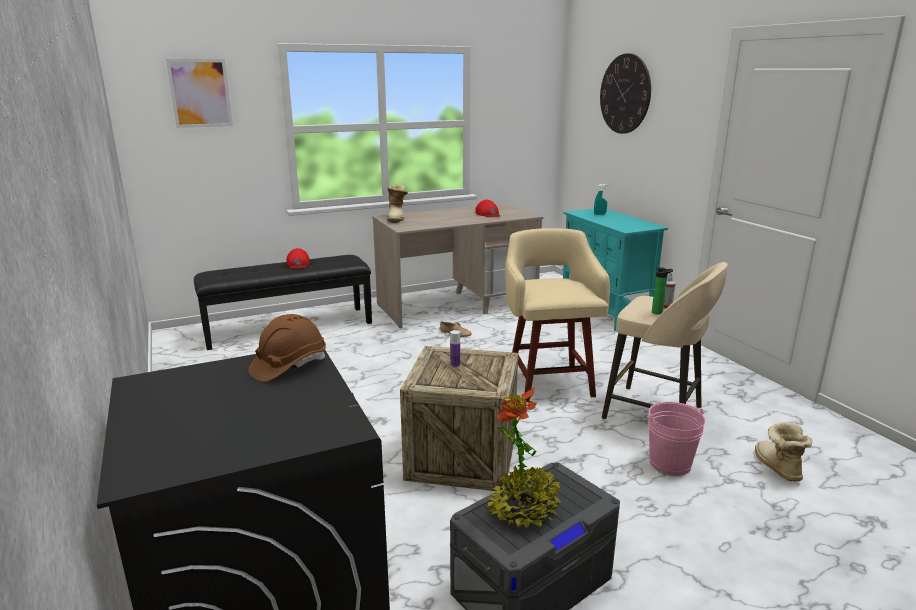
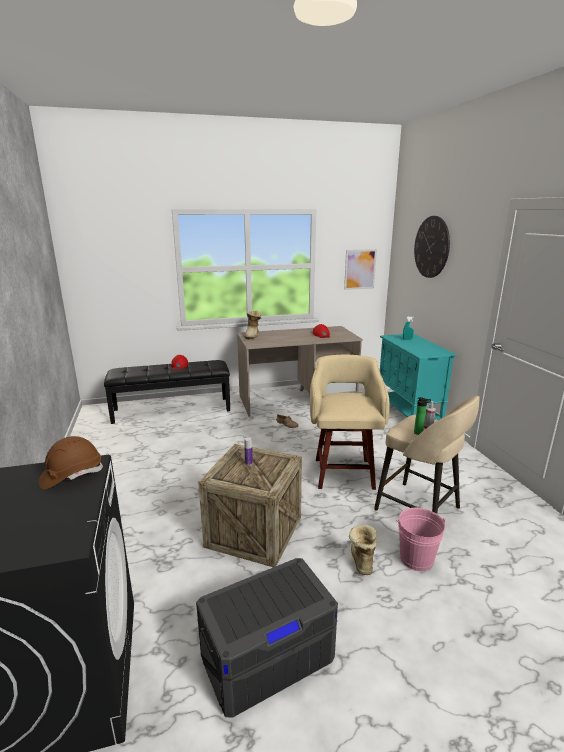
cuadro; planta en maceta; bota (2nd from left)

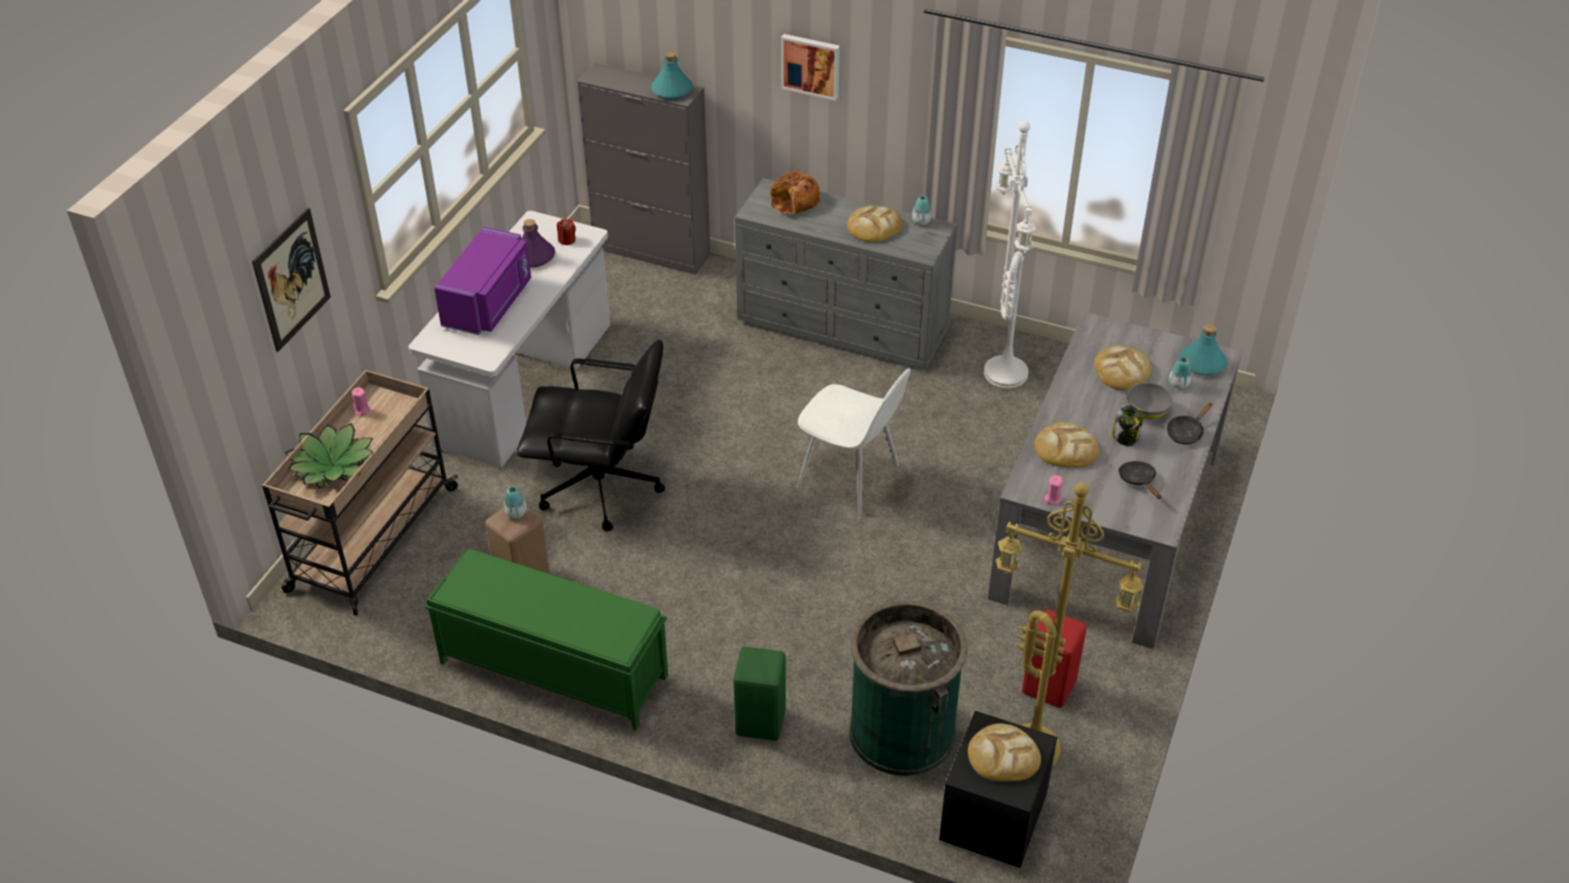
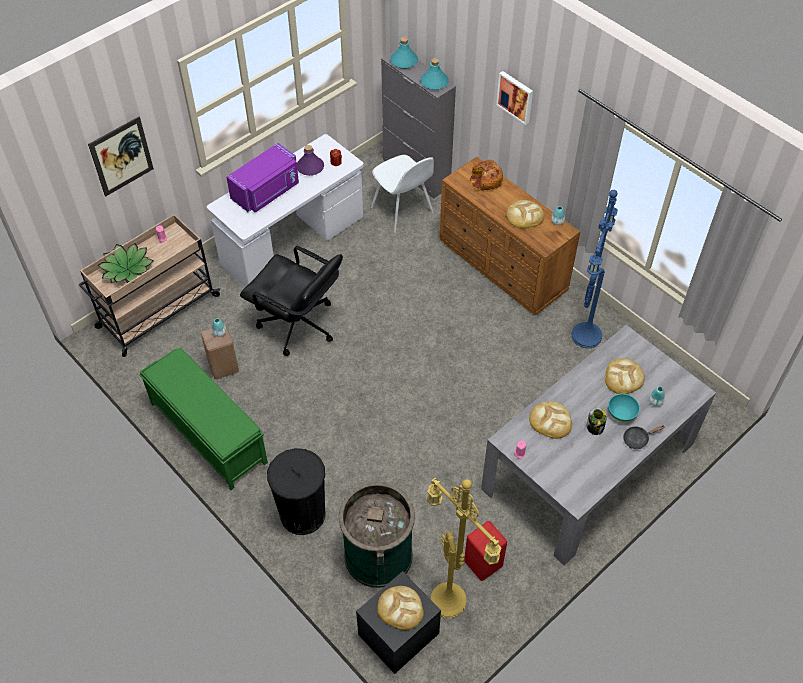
lámpara de pie/azul; cómoda/marrón; botella/turquesa (1st from left); silla/blanco; cuenco/turquesa; sartén/negro (1st from left in the first image); papelera/negro

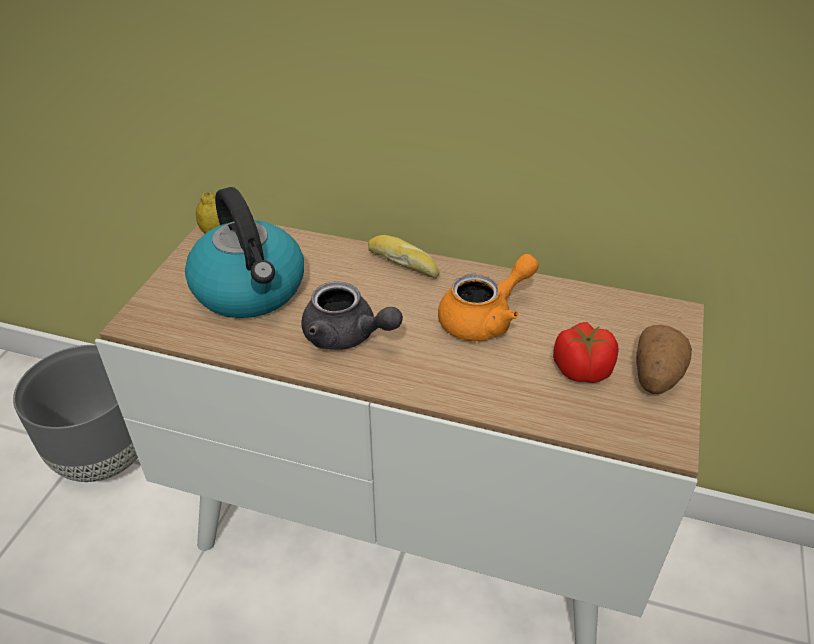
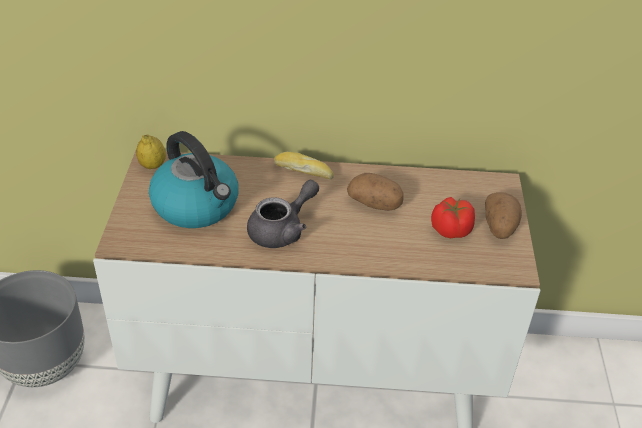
patata (1st from left); tetera/gris

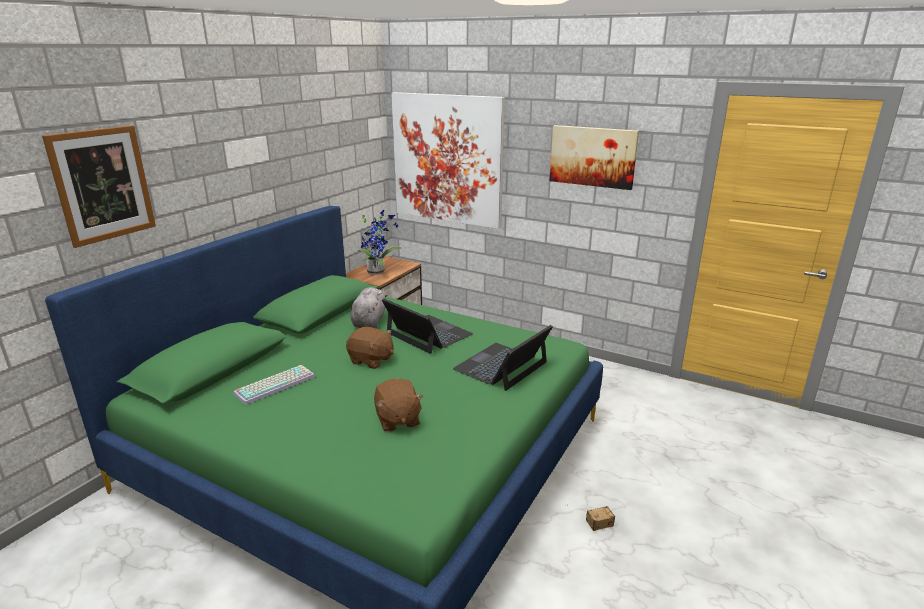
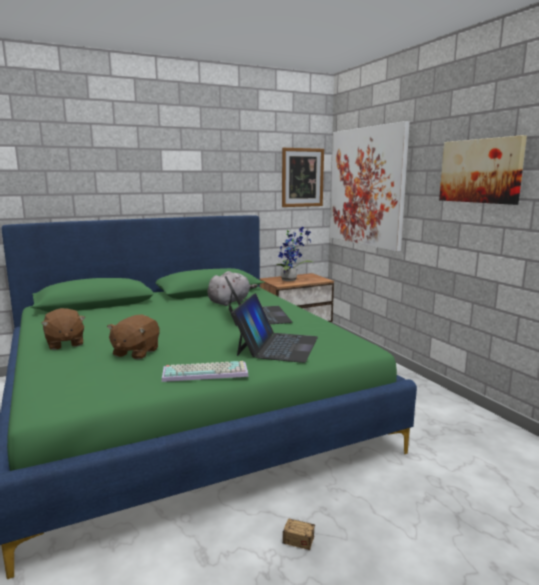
cuadro (1st from left); portátil (2nd from left); peluche/marrón (1st from left); teclado

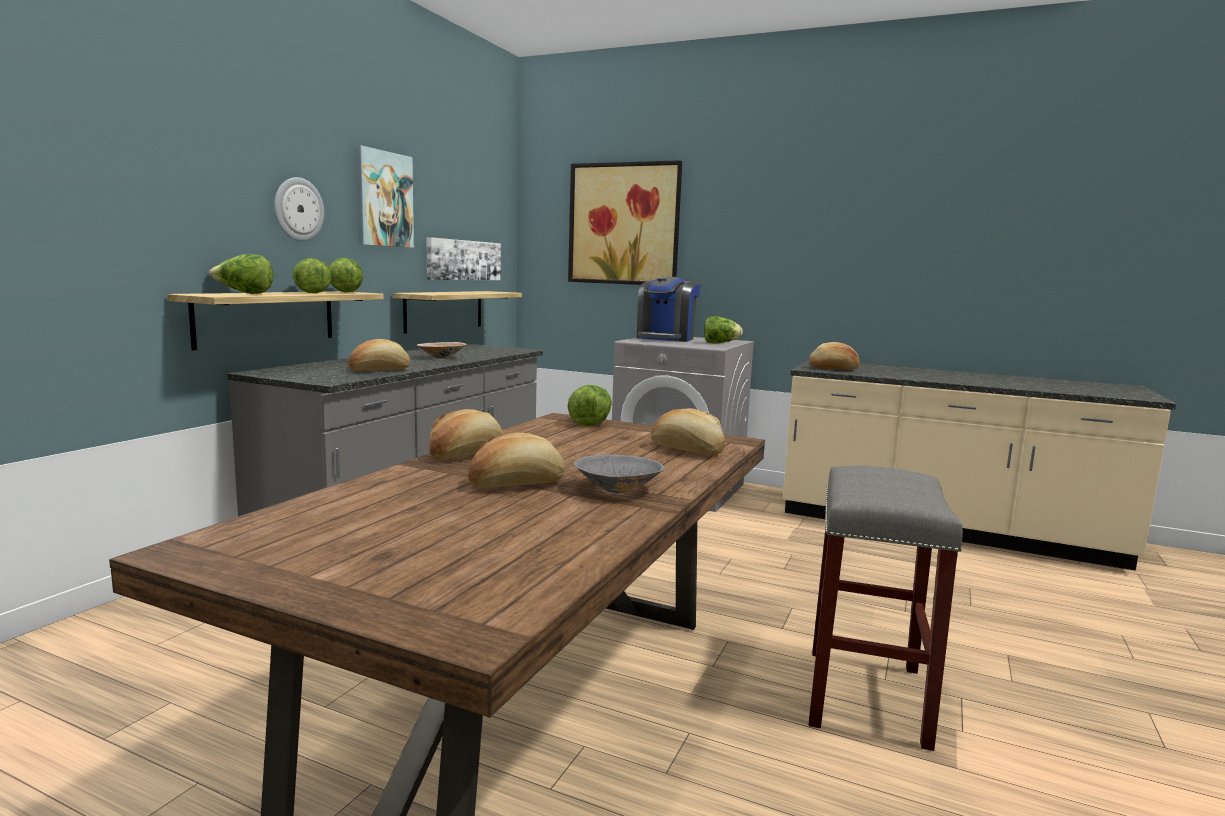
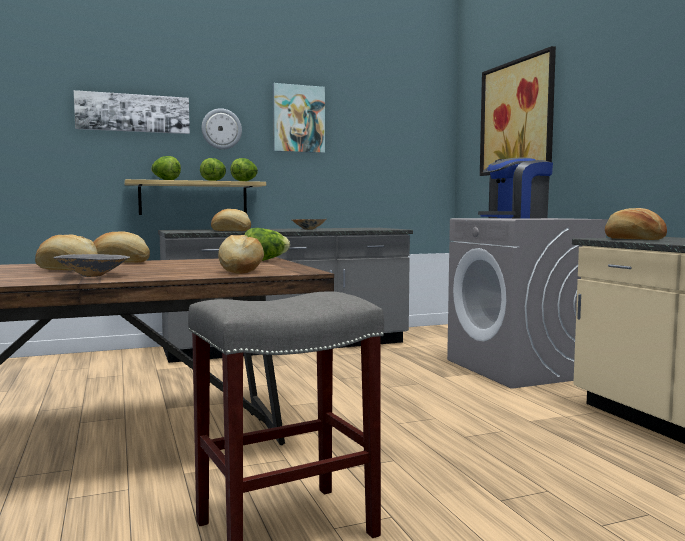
cuadro (1st from left); estante (2nd from left in the first image); lechuga (5th from left in the first image)

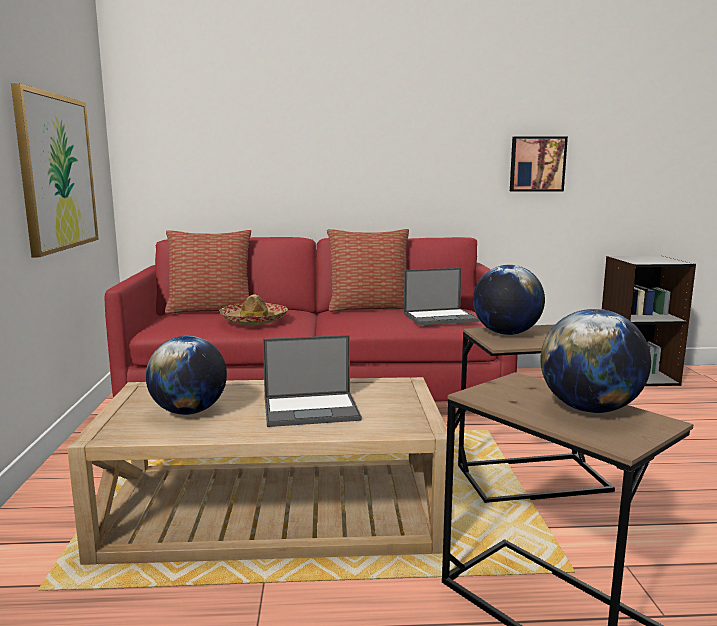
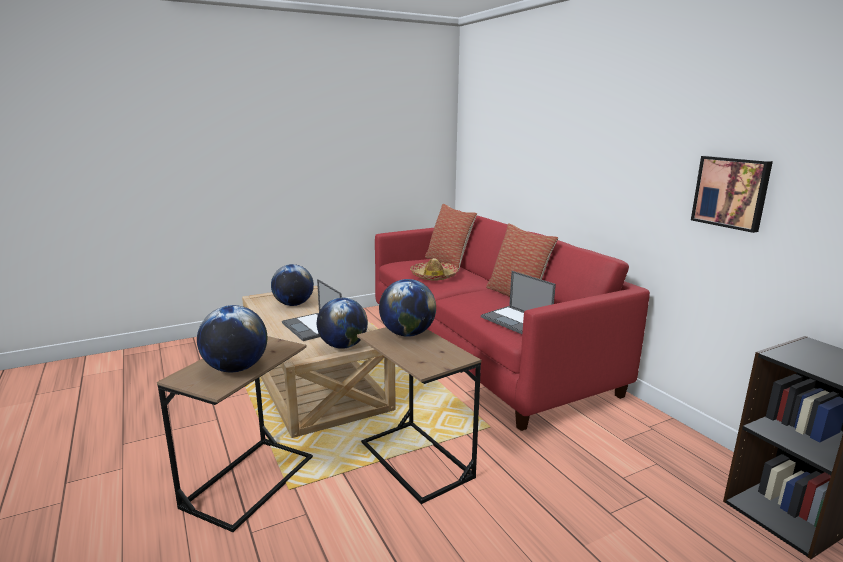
cuadro (1st from left in the first image); globo terráqueo (3rd from left)

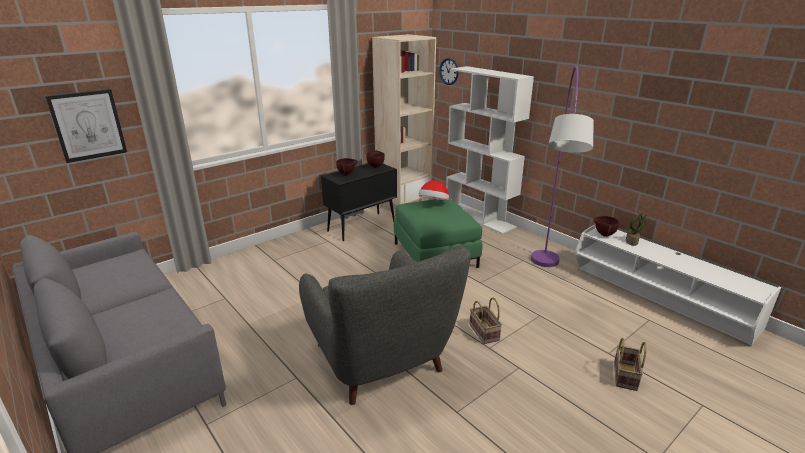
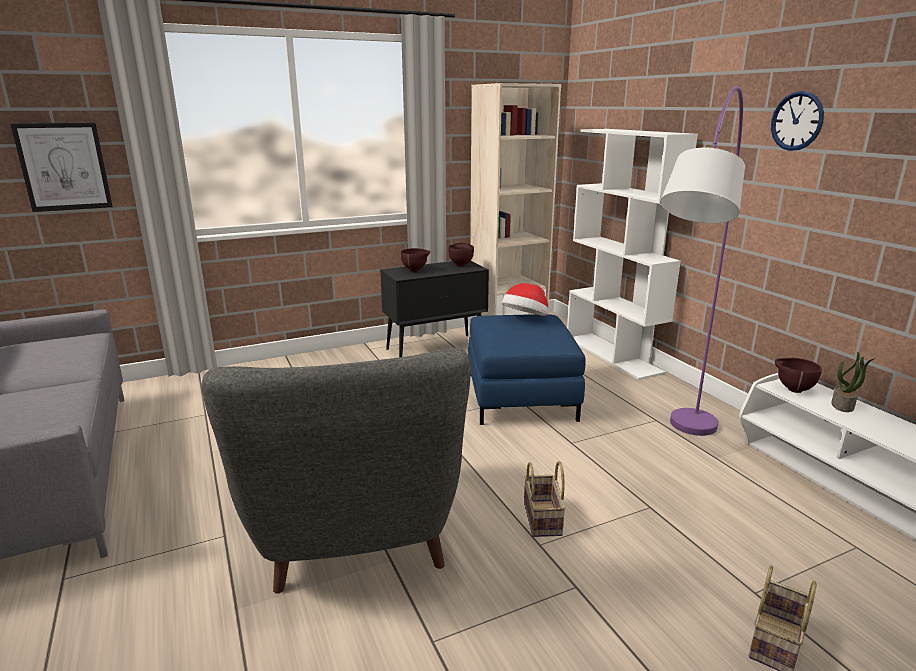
reloj de pared; puf/azul

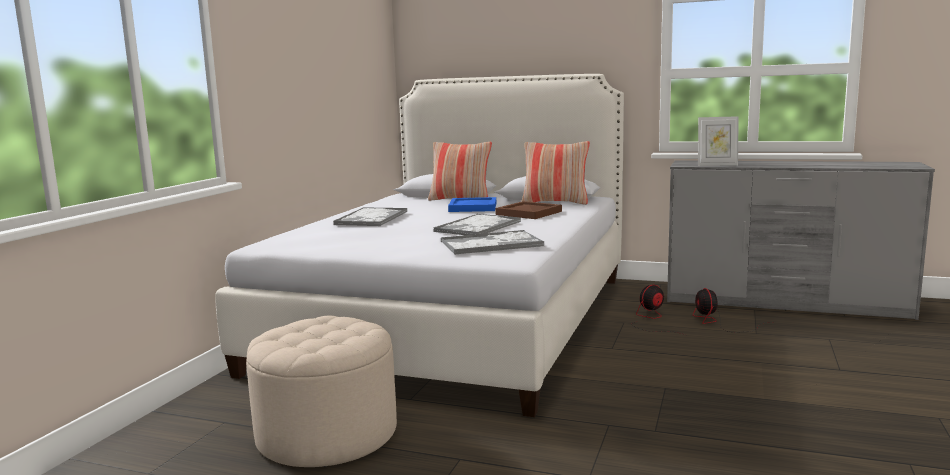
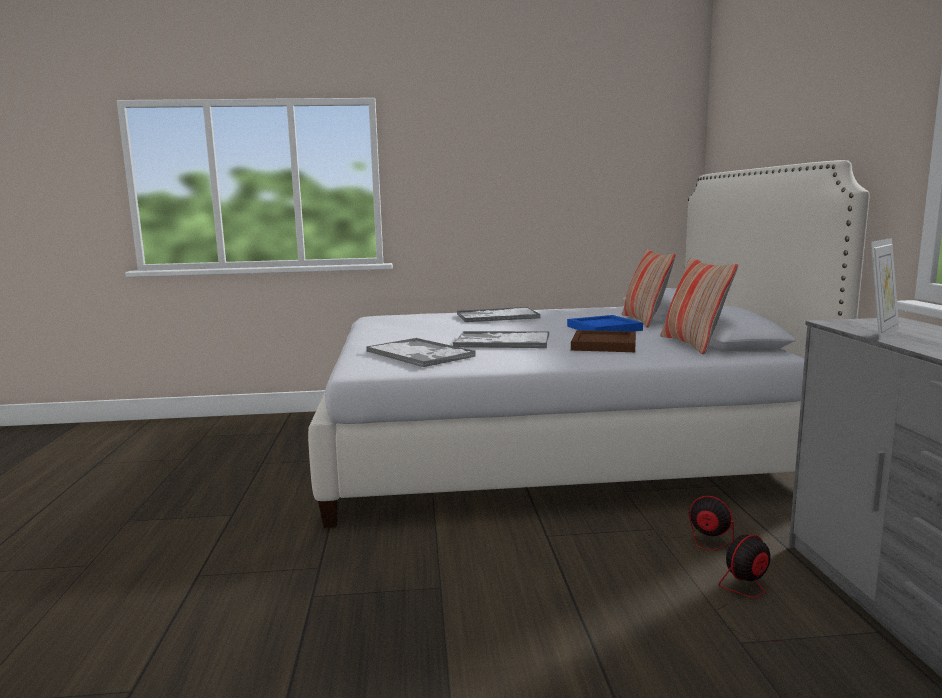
portarretratos; puf/beis

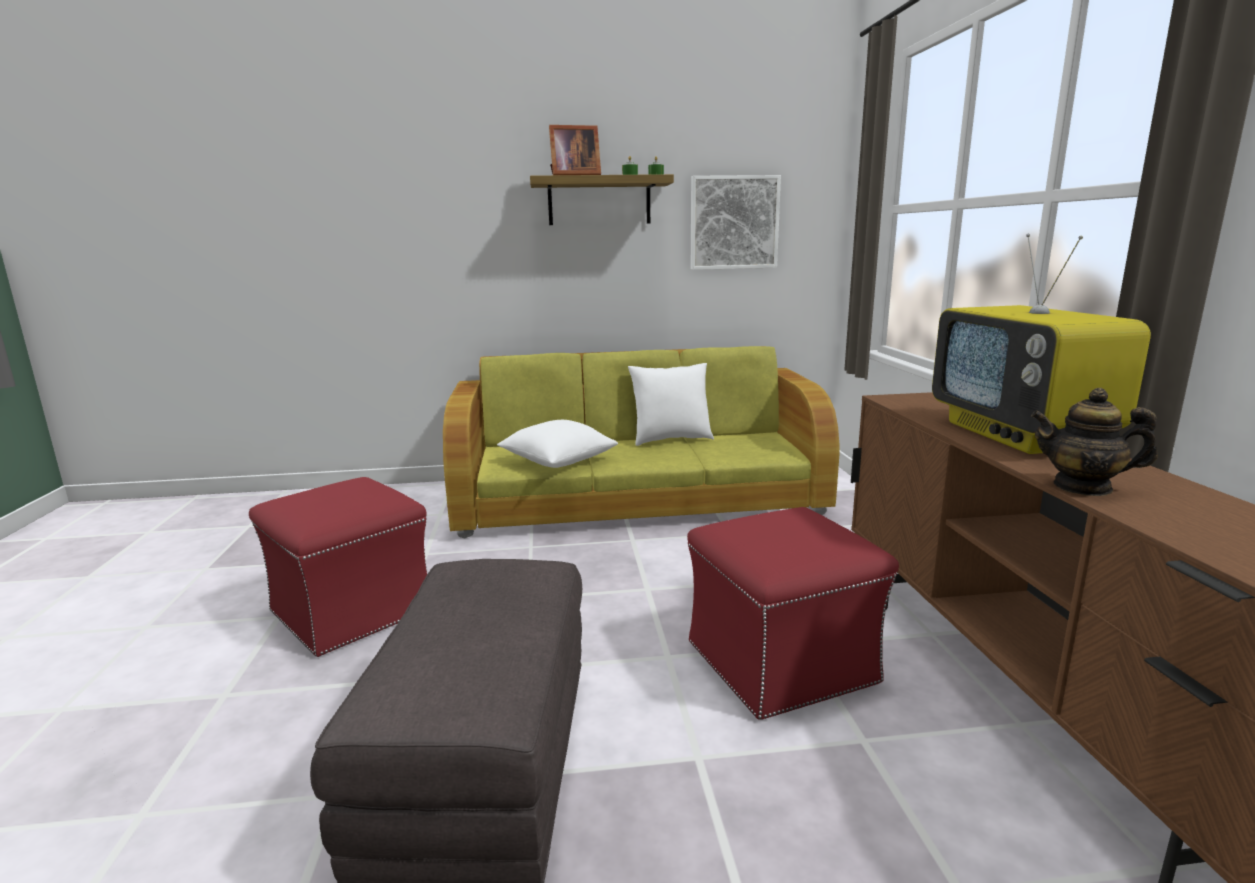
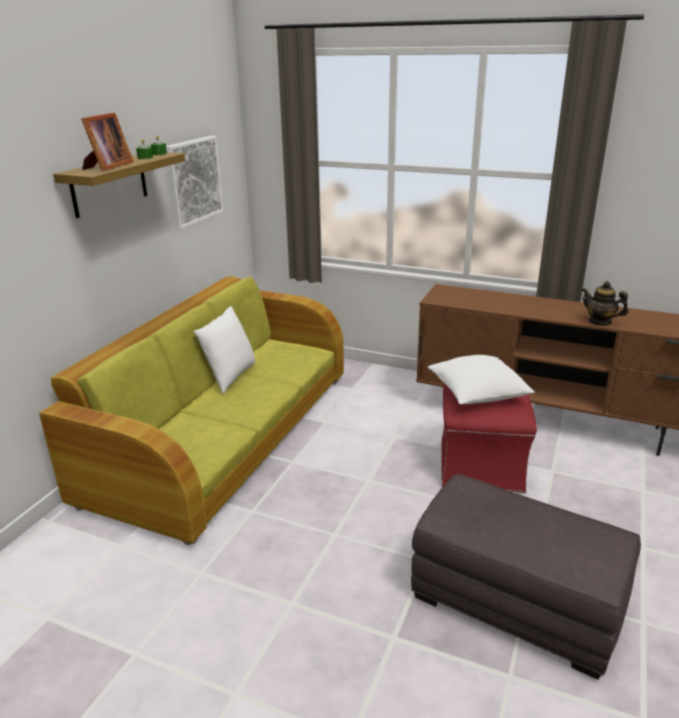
televisor; tetera; cojín/blanco (2nd from left); puf/rojo (1st from left in the first image)

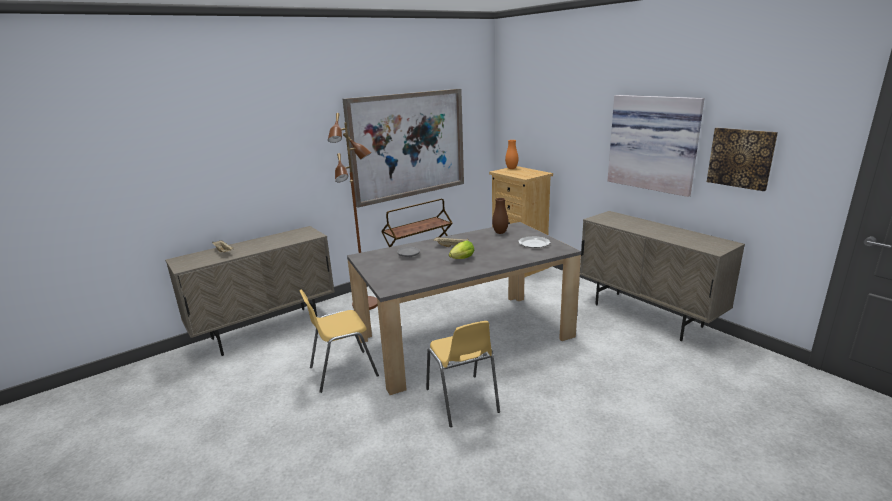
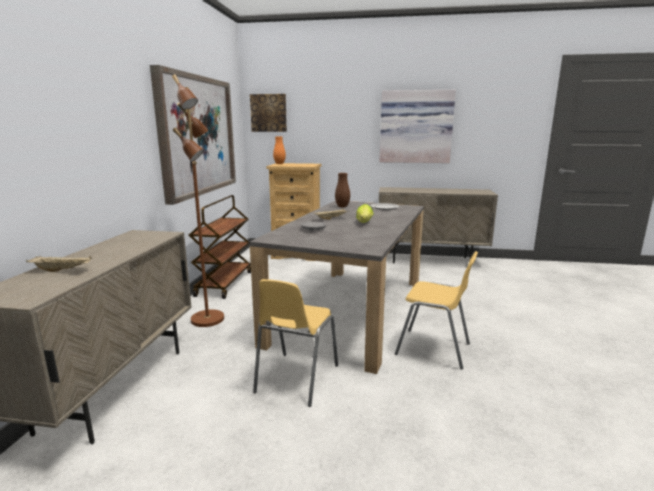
cuadro (2nd from left)

